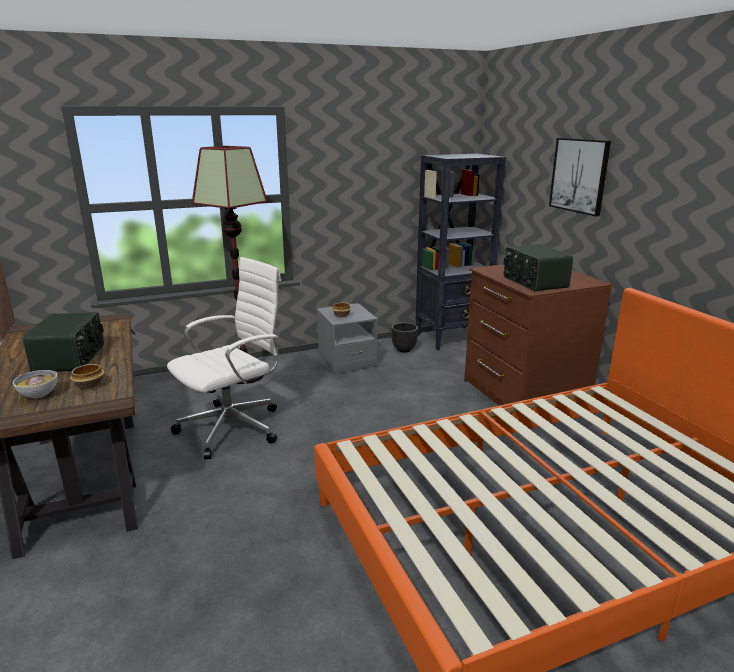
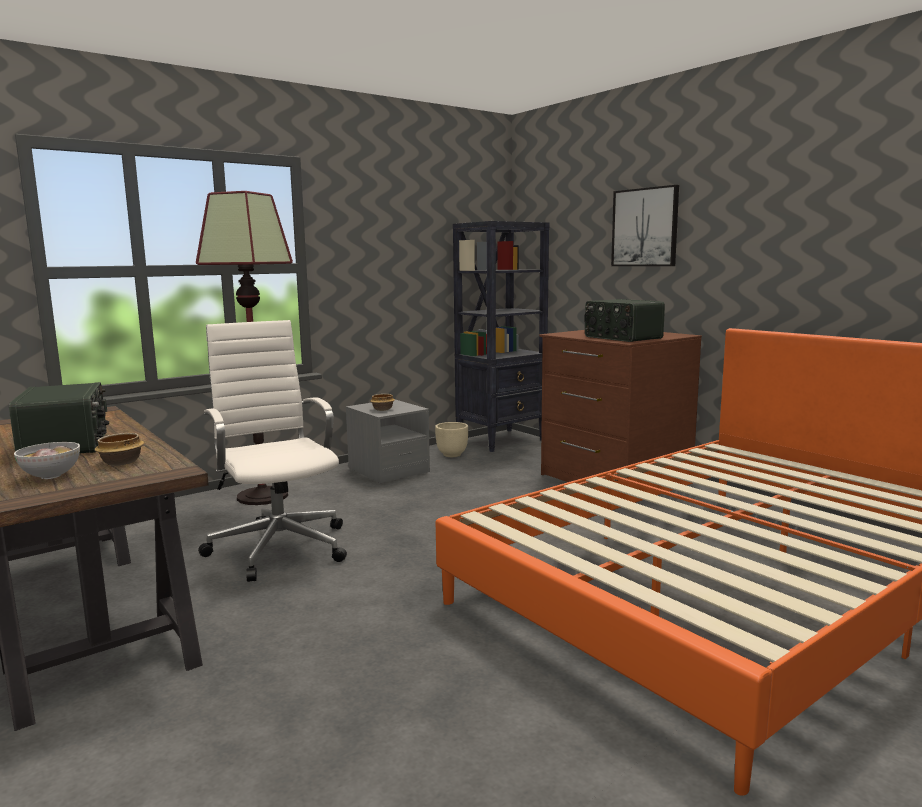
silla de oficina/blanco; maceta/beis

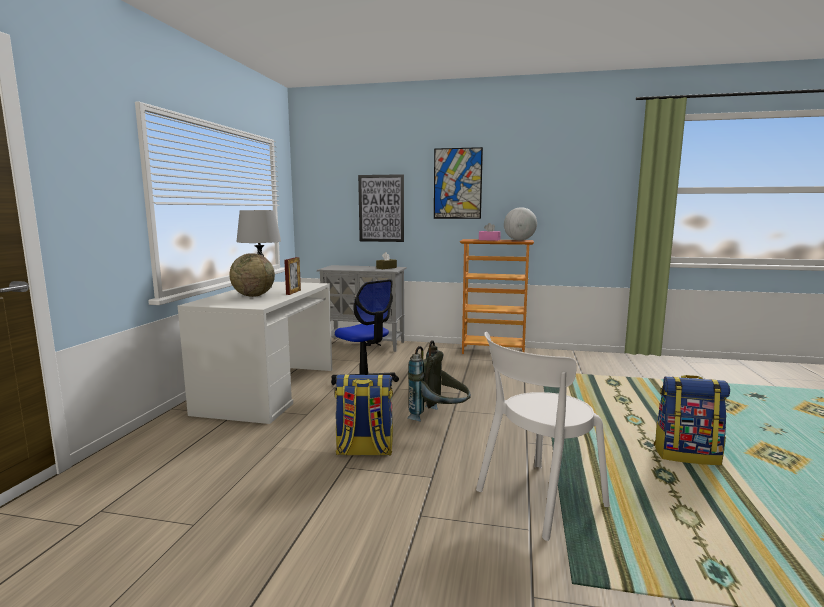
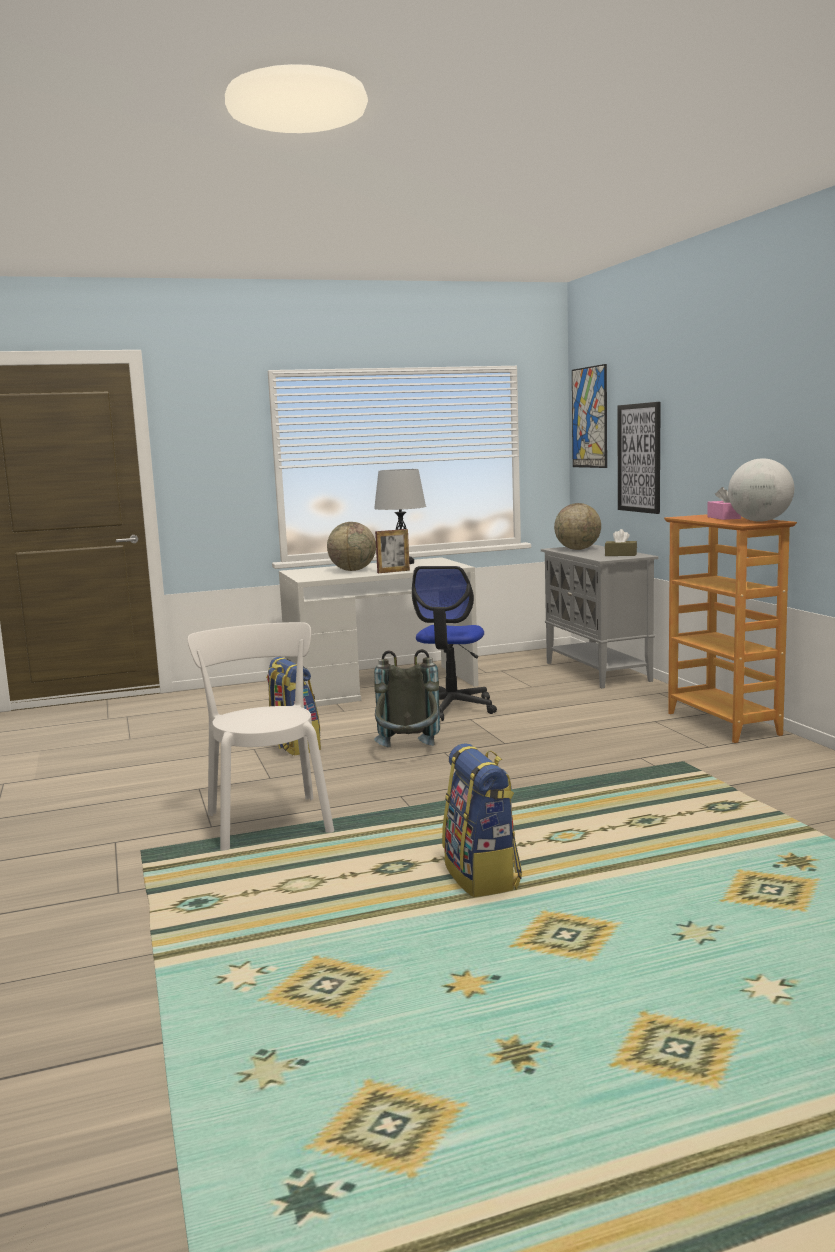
cuadro (1st from left); silla/blanco; globo terráqueo (2nd from left)

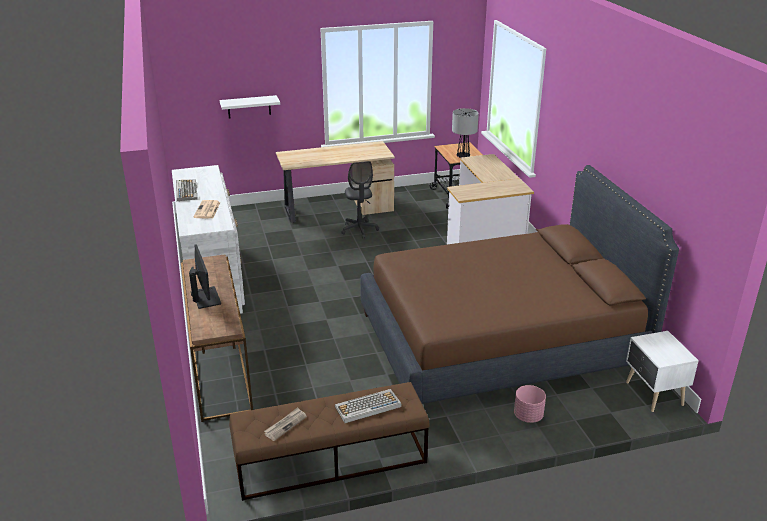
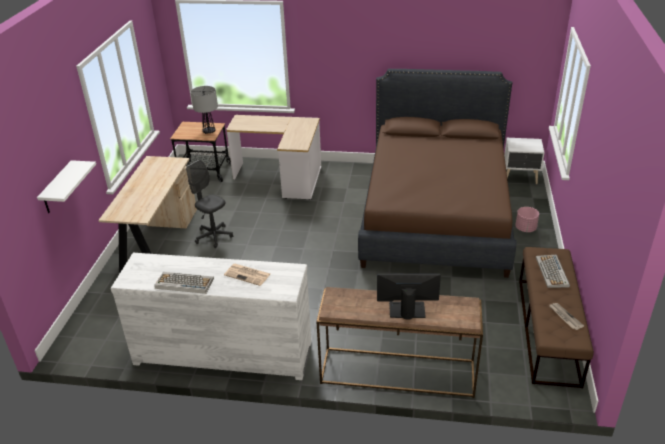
silla de oficina/gris

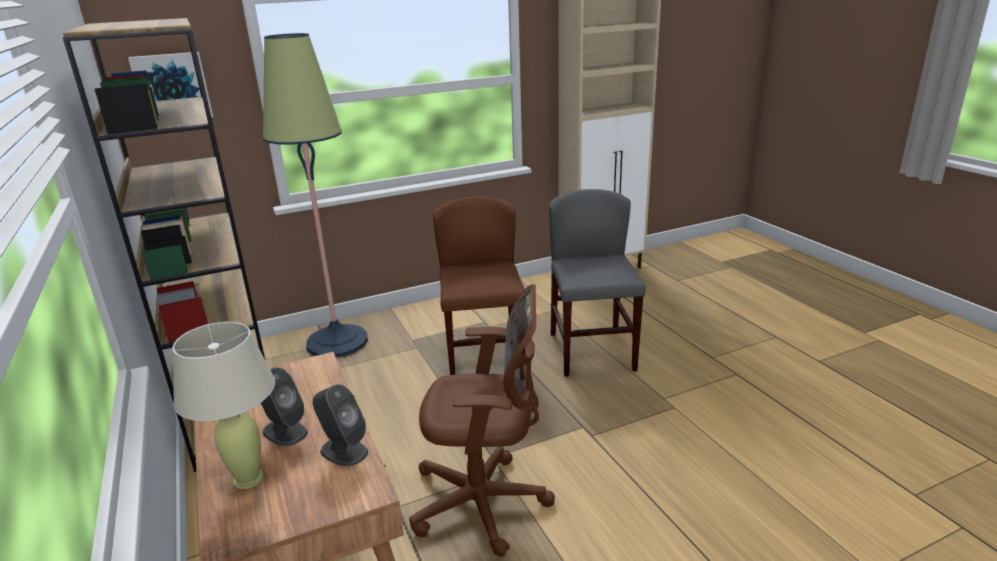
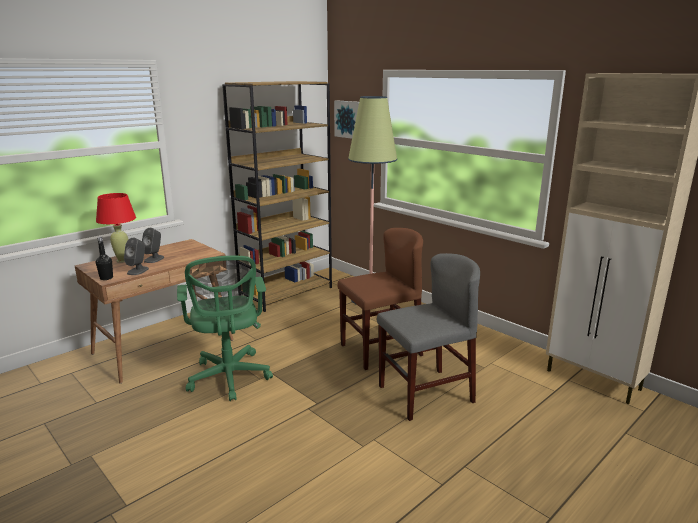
silla de oficina/verde; lámpara de mesa/rojo; botella/negro

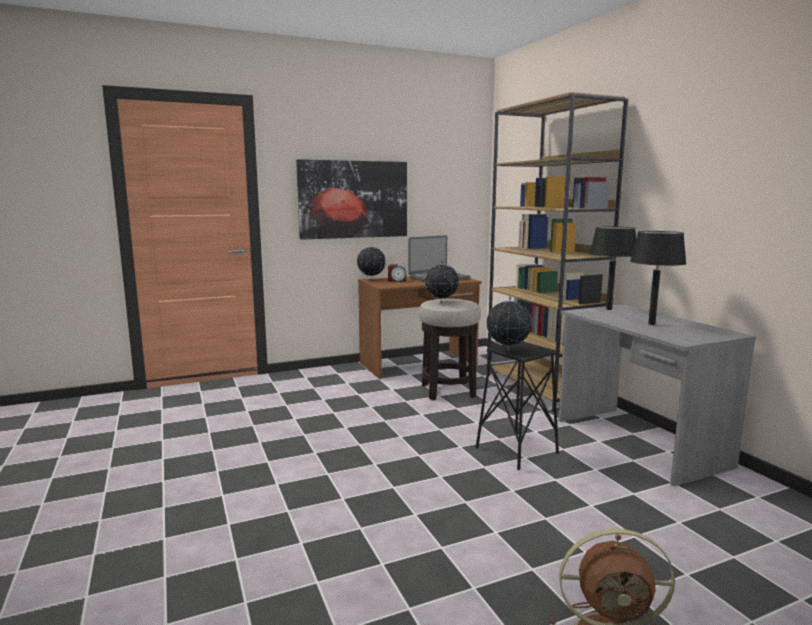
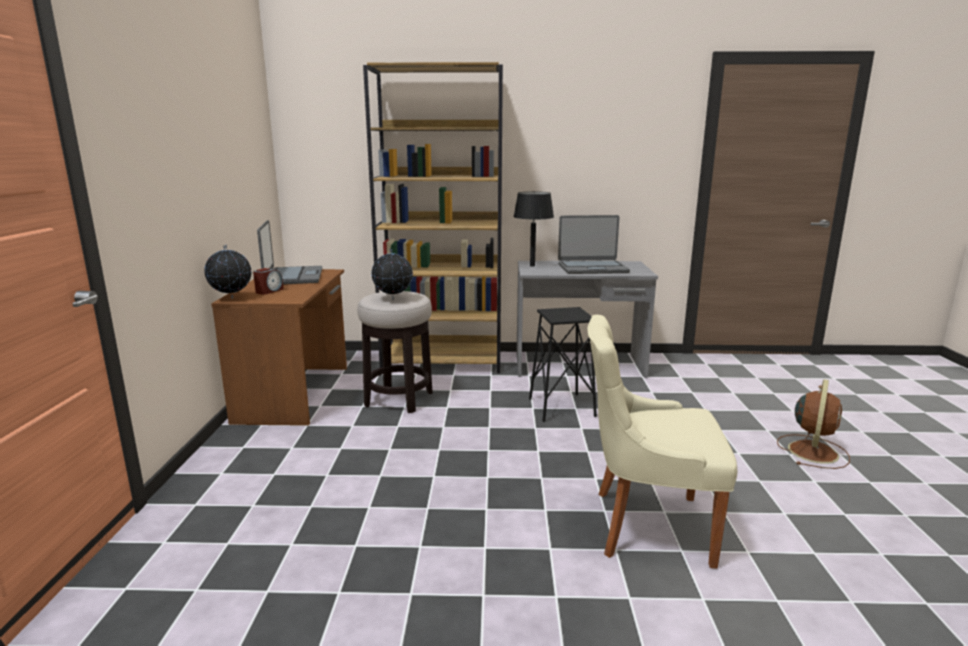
cuadro; portátil (2nd from left); globo terráqueo (3rd from left in the first image); silla/beis

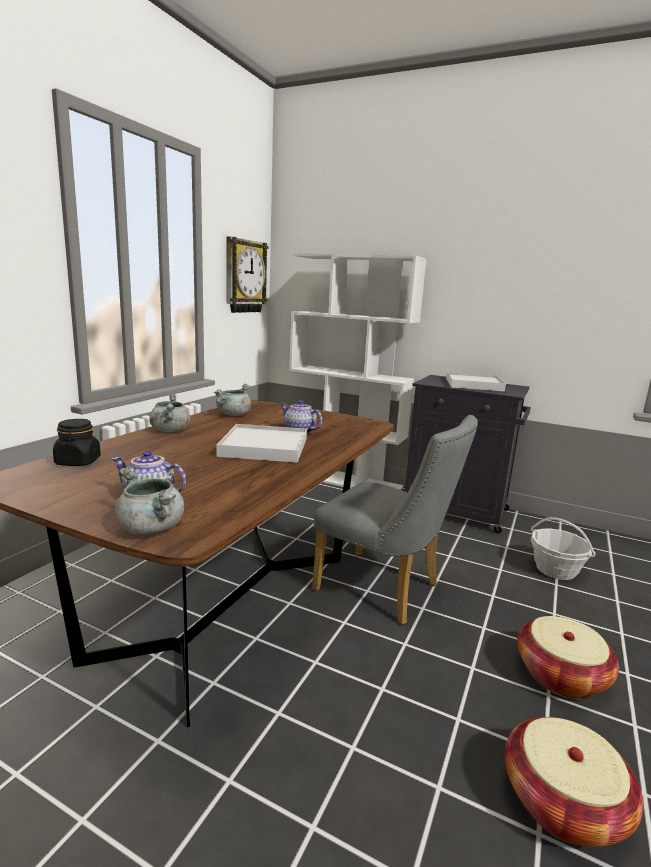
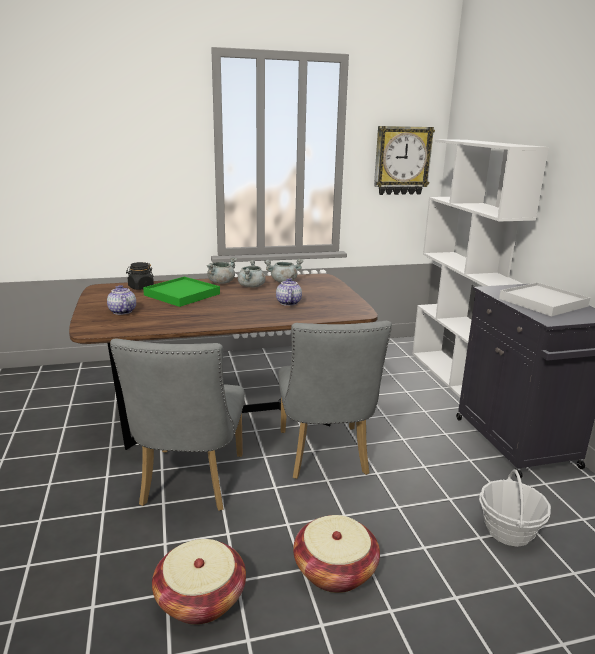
bandeja/blanco (1st from left in the first image); olla/gris (2nd from left); bandeja/verde; silla/gris (1st from left)

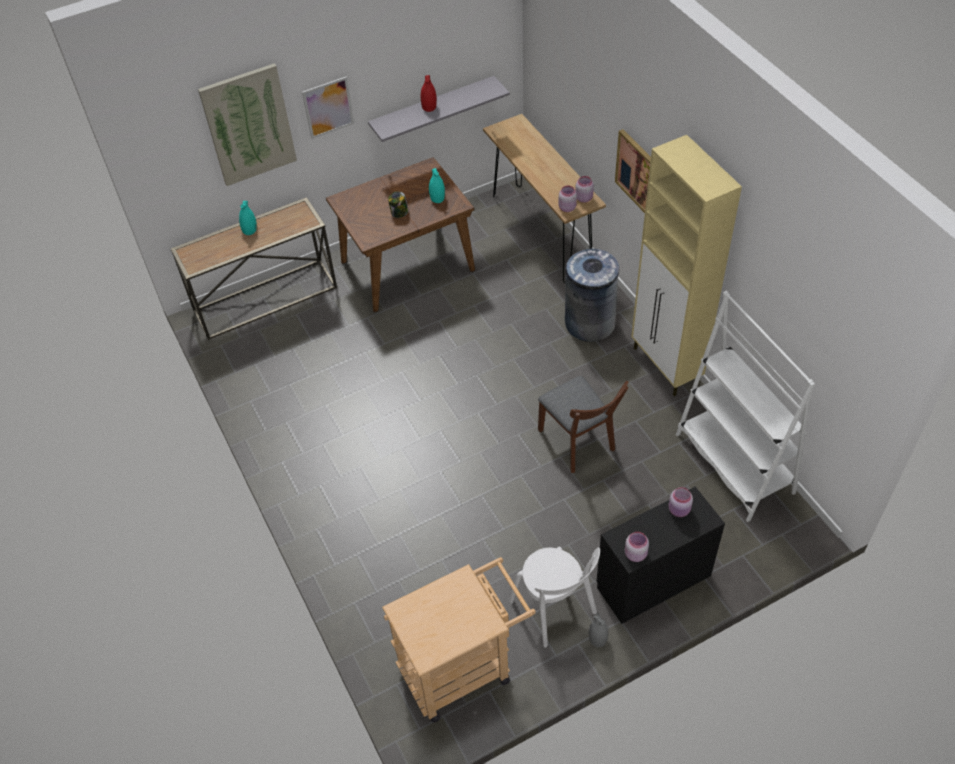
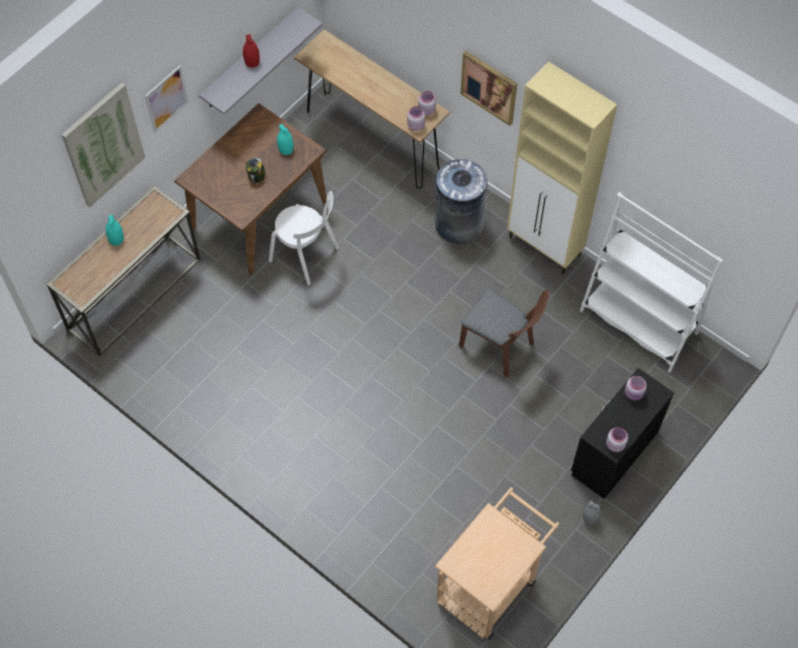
silla/blanco

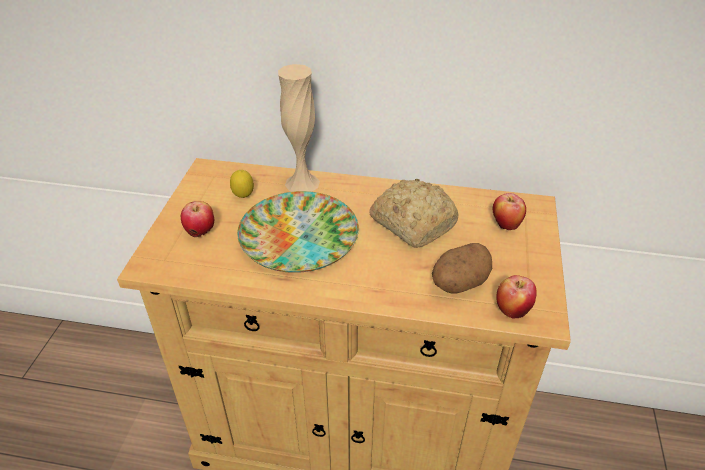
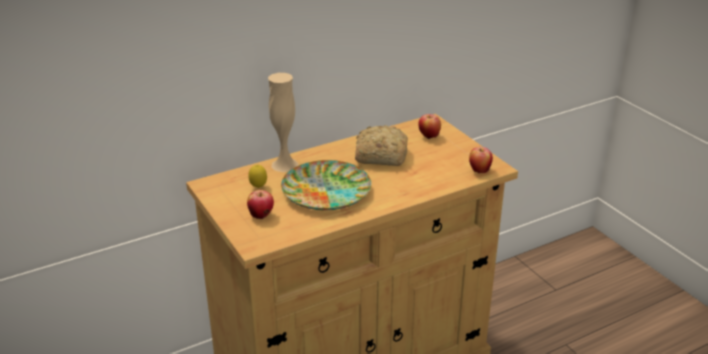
patata

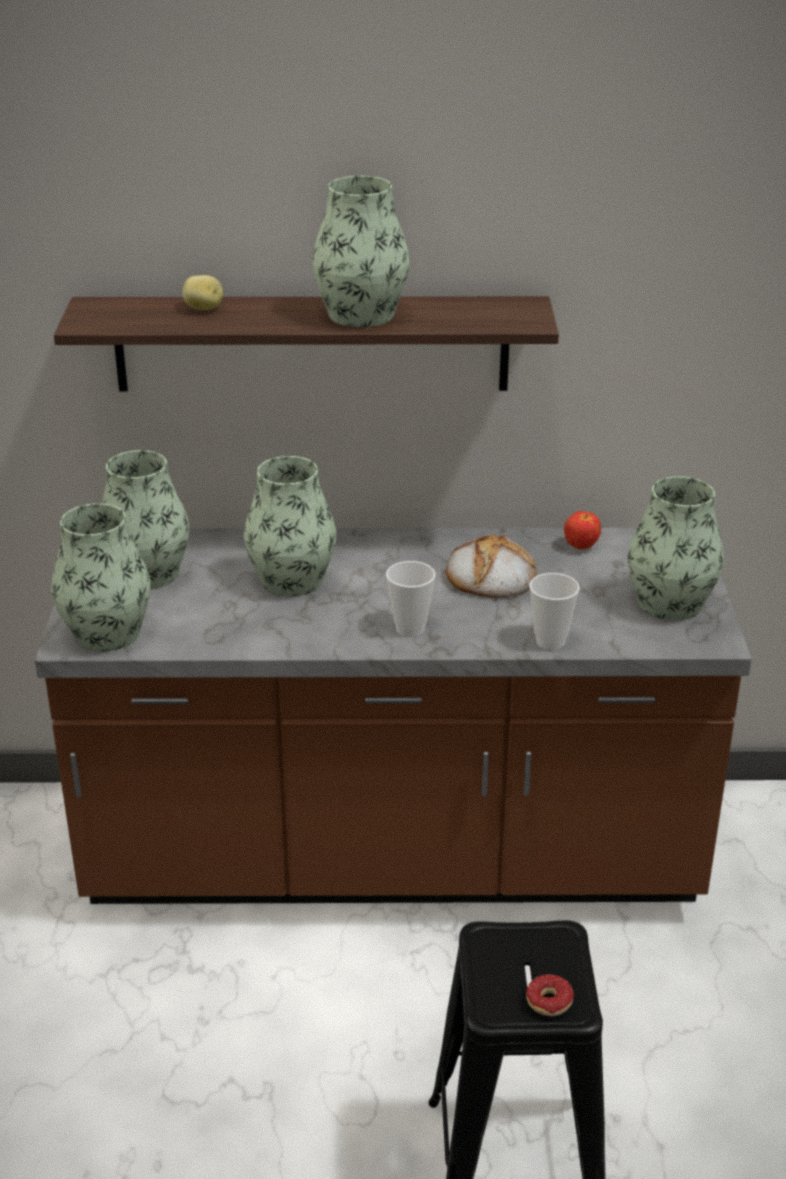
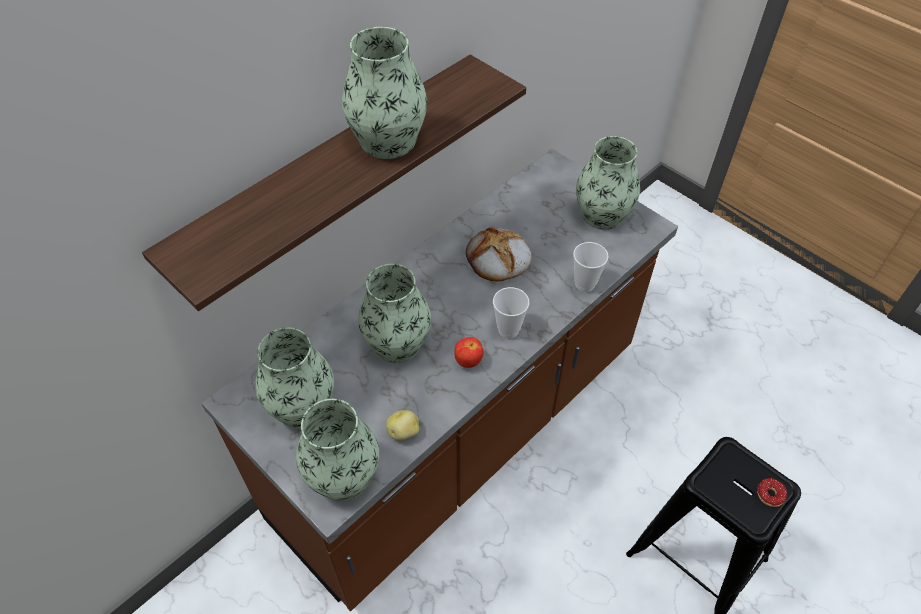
patata; manzana

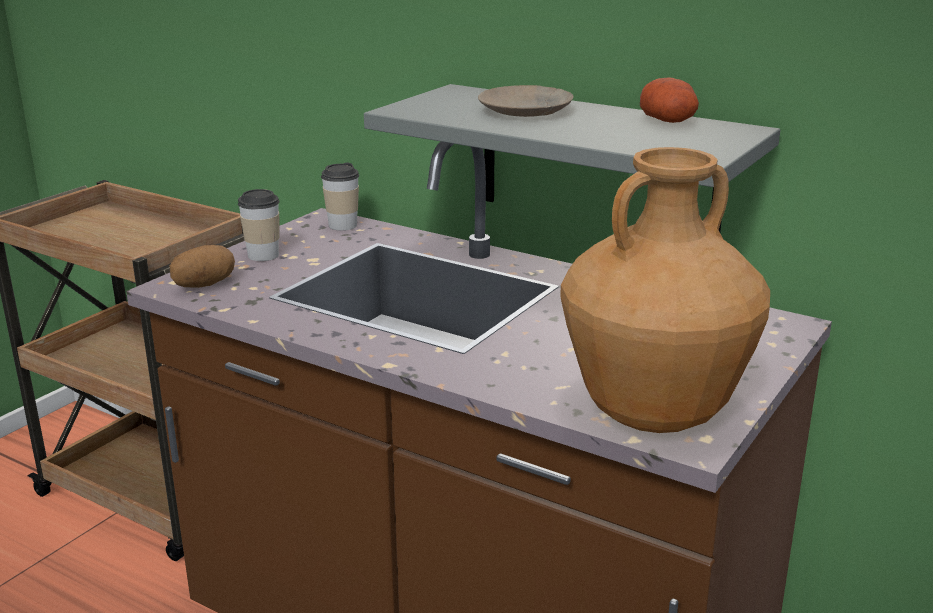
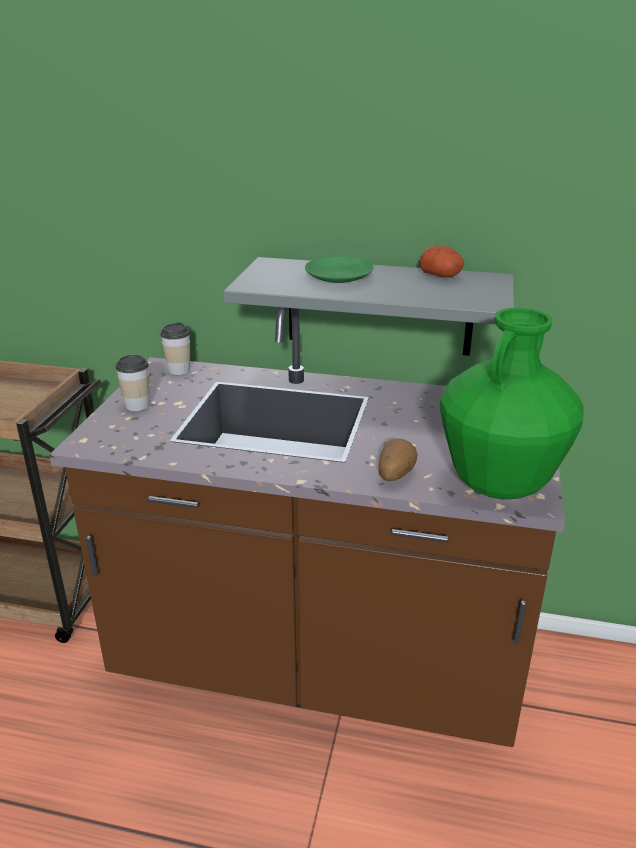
plato/verde; florero/verde; patata (1st from left)

